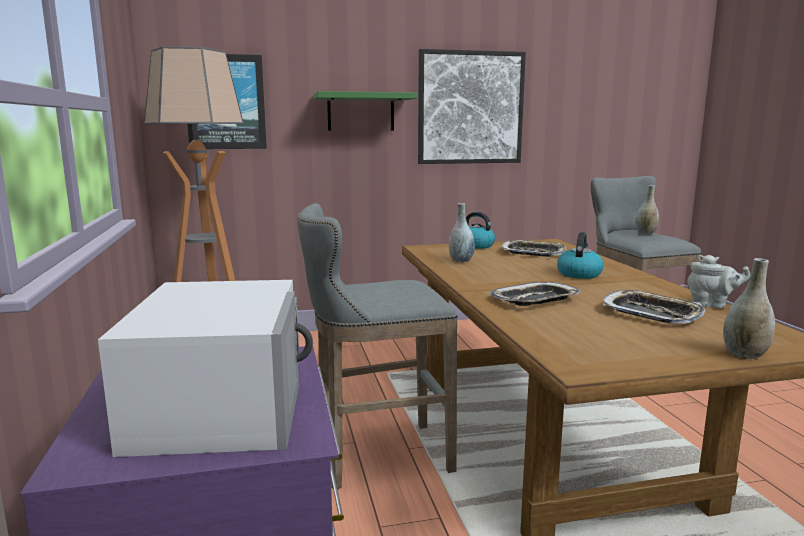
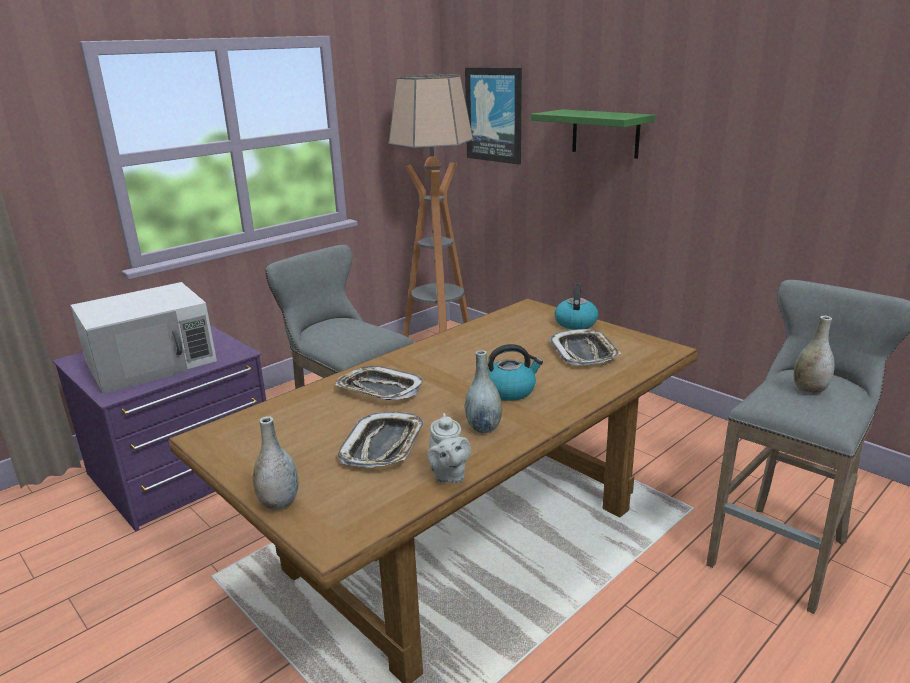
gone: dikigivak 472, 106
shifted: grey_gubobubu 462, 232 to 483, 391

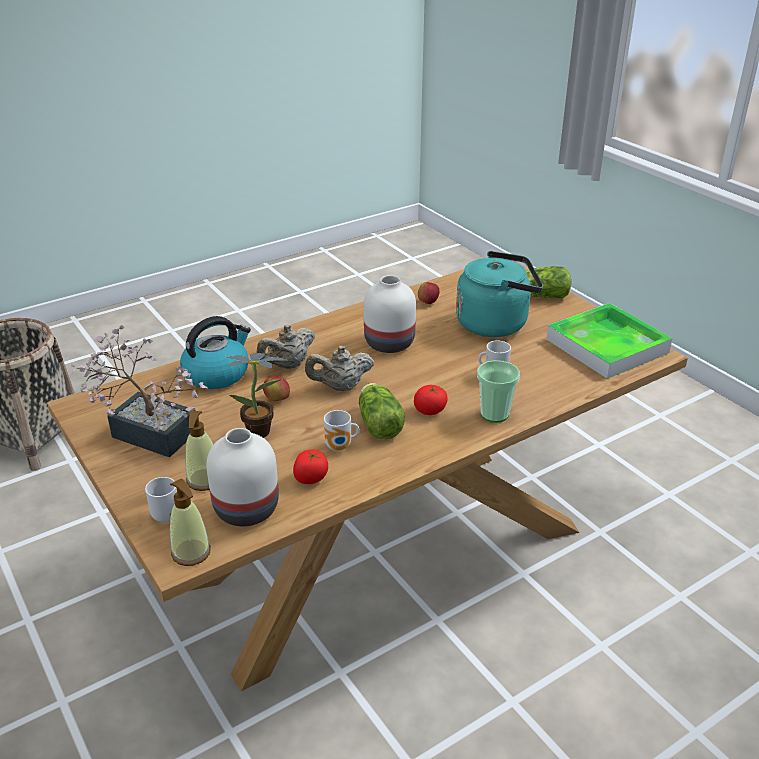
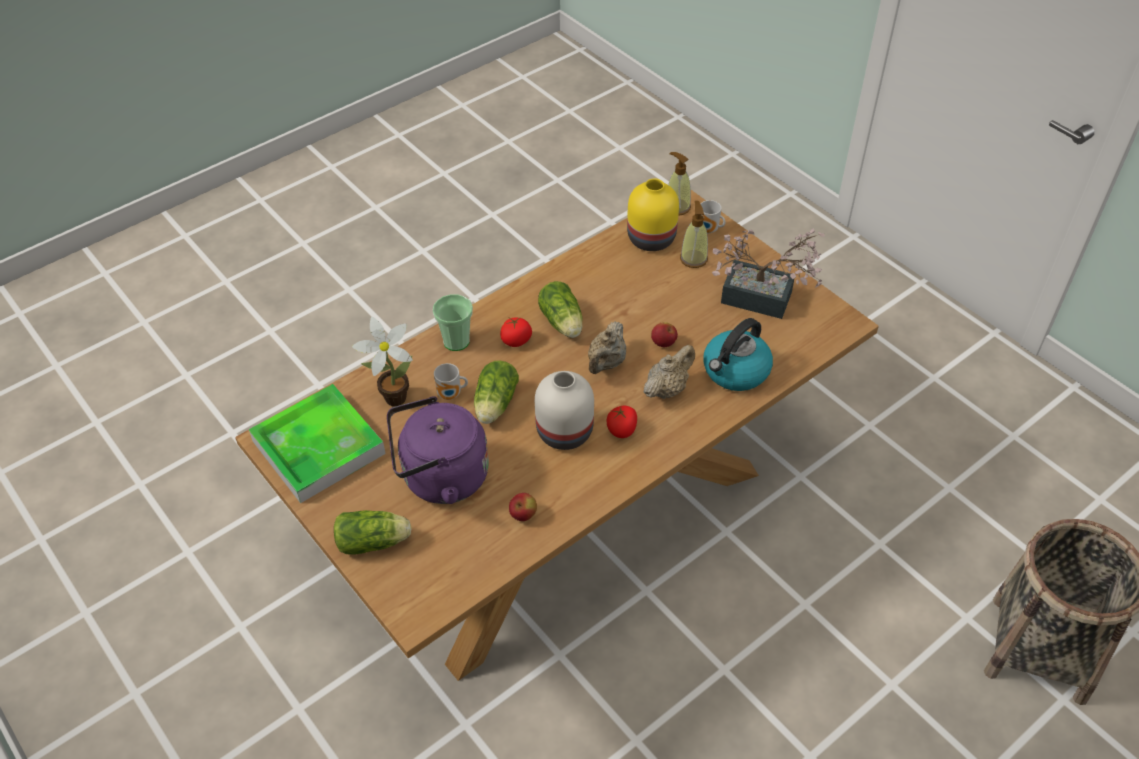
gone: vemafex 342, 430
new: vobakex 496, 392
shifted: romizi 255, 395 to 382, 362; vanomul 310, 466 to 621, 422
repainted: white_gubobubu 243, 477 to yellow_gubobubu 653, 214; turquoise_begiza 499, 294 to purple_begiza 438, 450
rotated: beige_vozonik 339, 368 = 607, 347 135 degrees clockwise

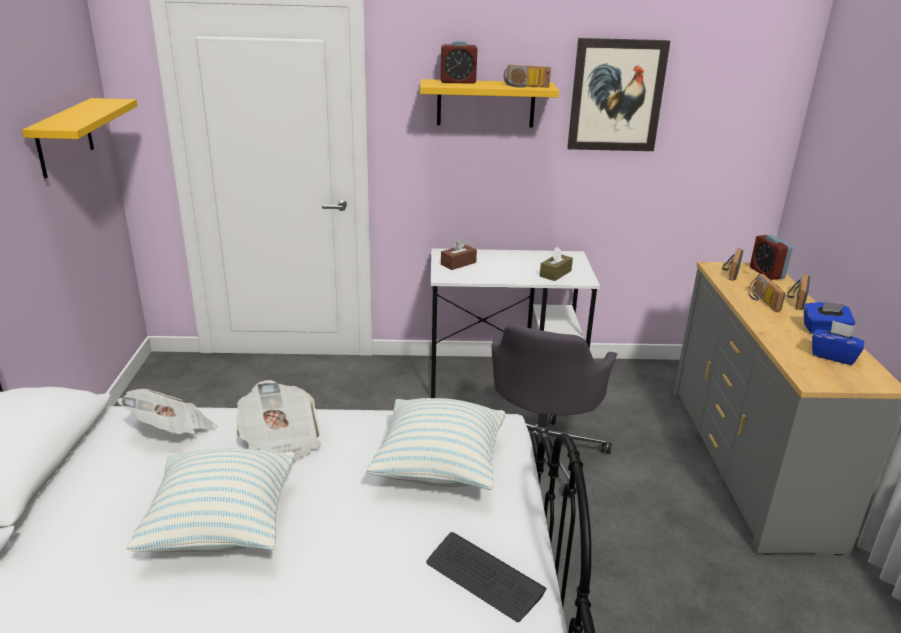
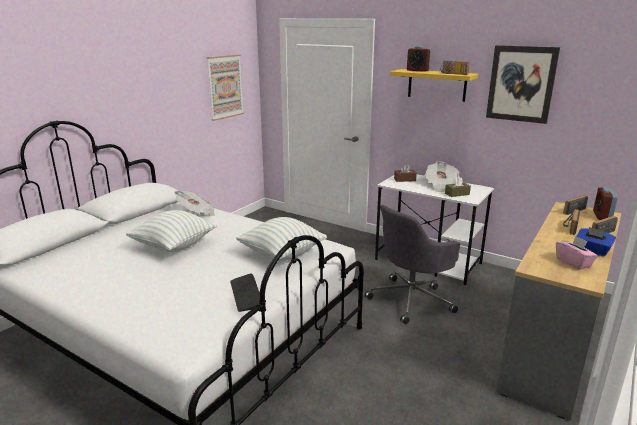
shifted: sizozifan 278, 422 to 442, 176
swapped: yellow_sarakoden 79, 138 to dikigivak 225, 87
repainted: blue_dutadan 838, 342 to pink_dutadan 577, 253

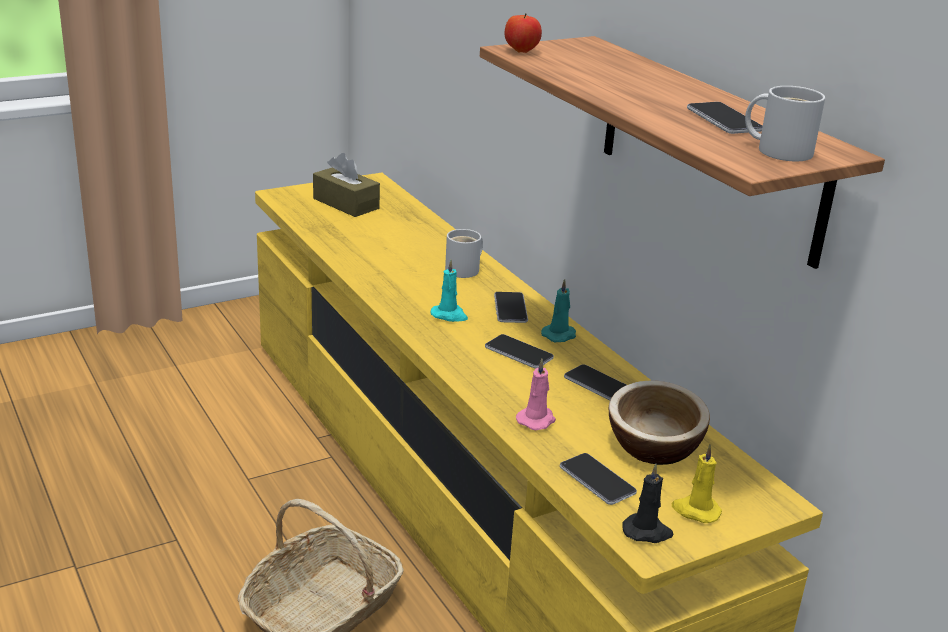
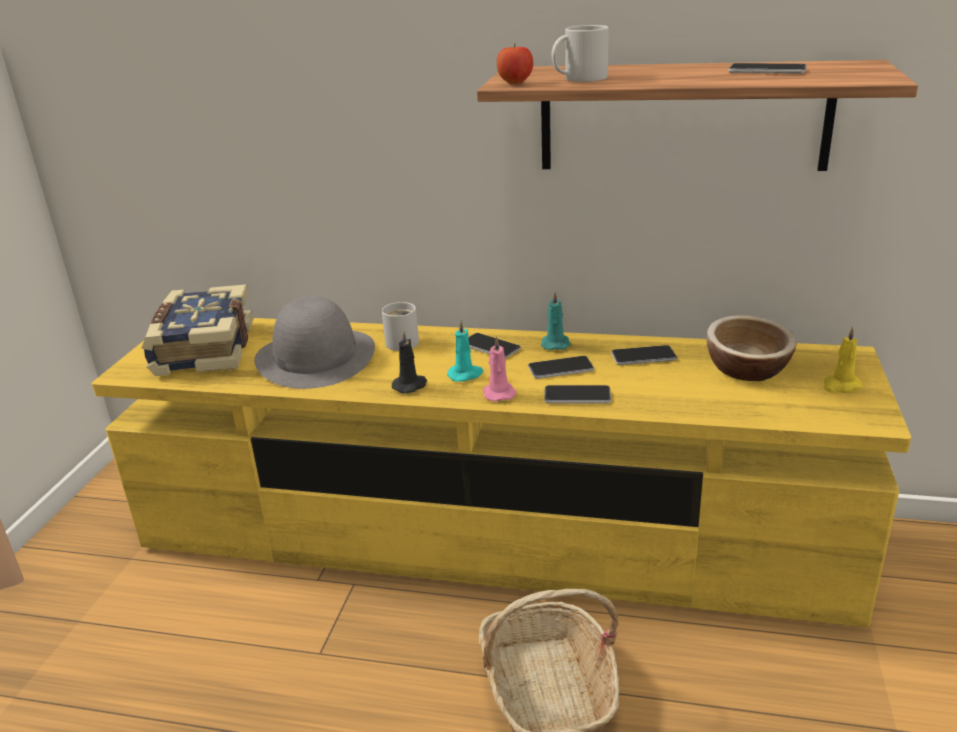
new: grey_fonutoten 314, 342
shifted: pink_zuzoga 536, 394 to 500, 369; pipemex 598, 479 to 577, 394; black_zuzoga 647, 503 to 409, 362; white_vemafex 785, 123 to 580, 53
swapped: brown_dutadan 346, 185 to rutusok 197, 330

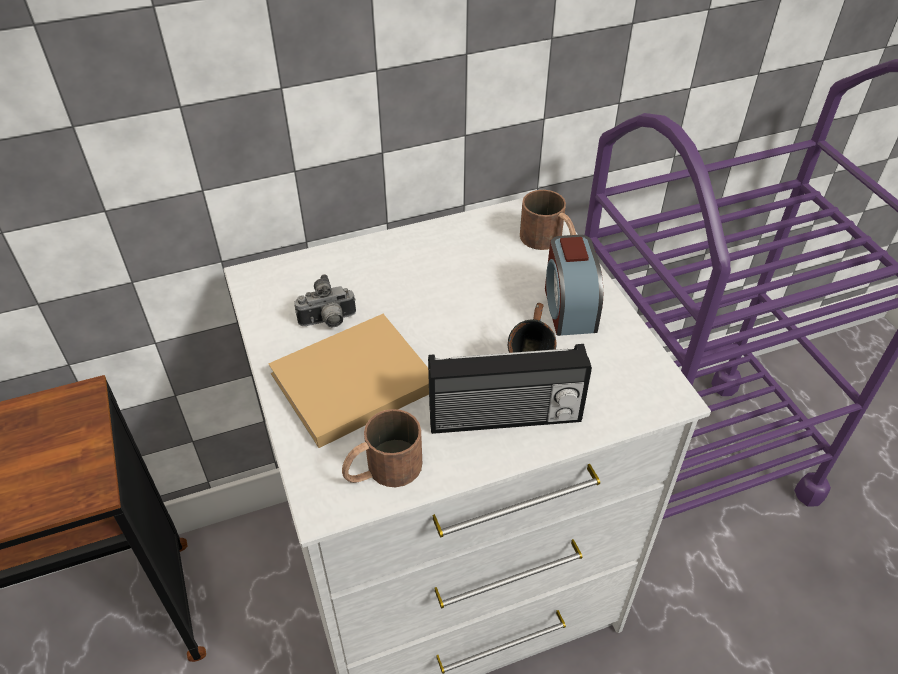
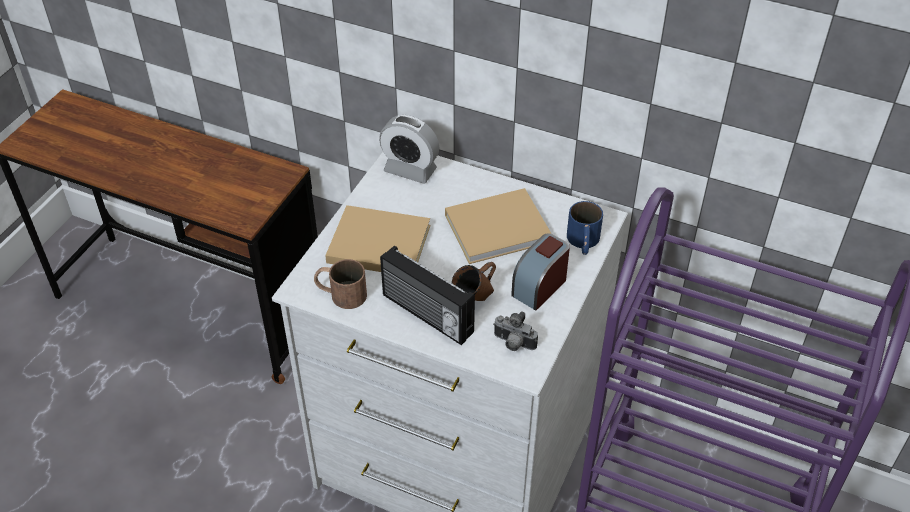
new: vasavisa 409, 149; beige_rutusok 498, 226
shifted: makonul 325, 300 to 515, 331
repainted: brown_vemafex 548, 220 to blue_vemafex 585, 228

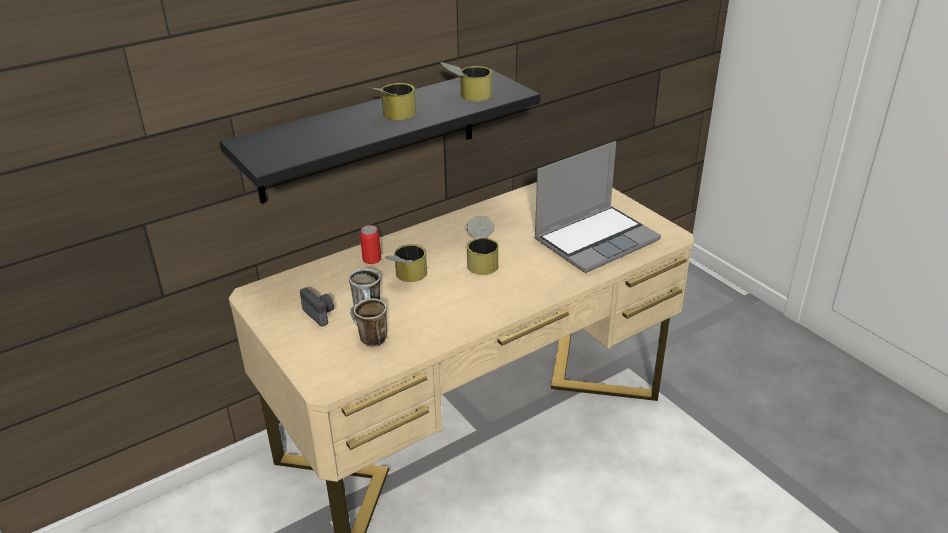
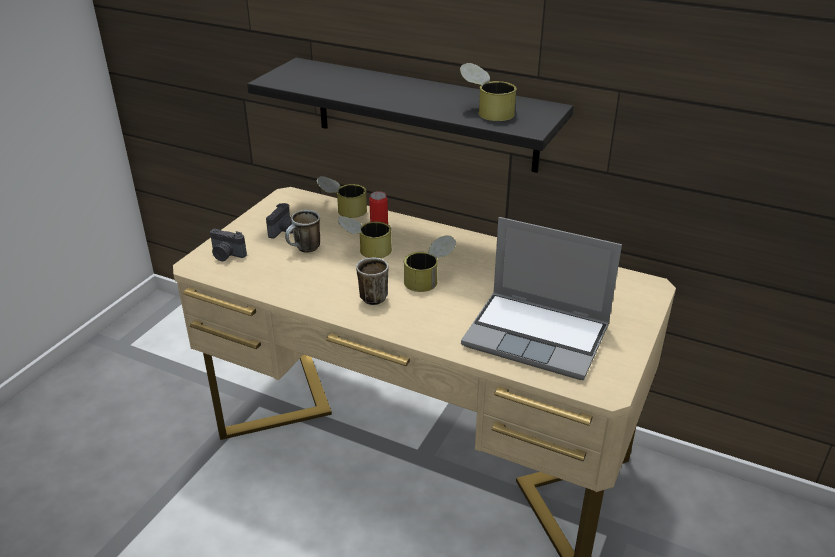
new: makonul 228, 245
shifted: vemafex 368, 322 to 372, 281; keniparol 392, 101 to 341, 197

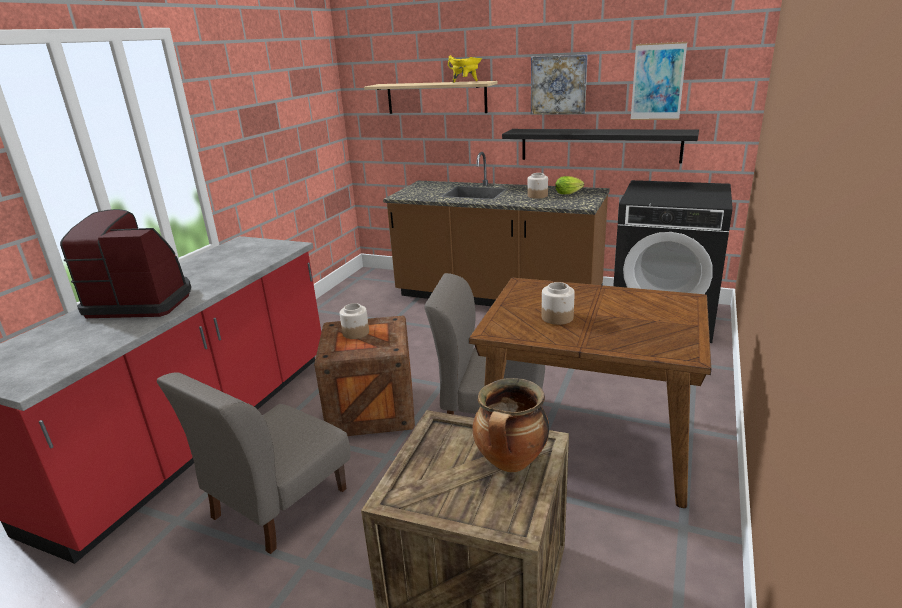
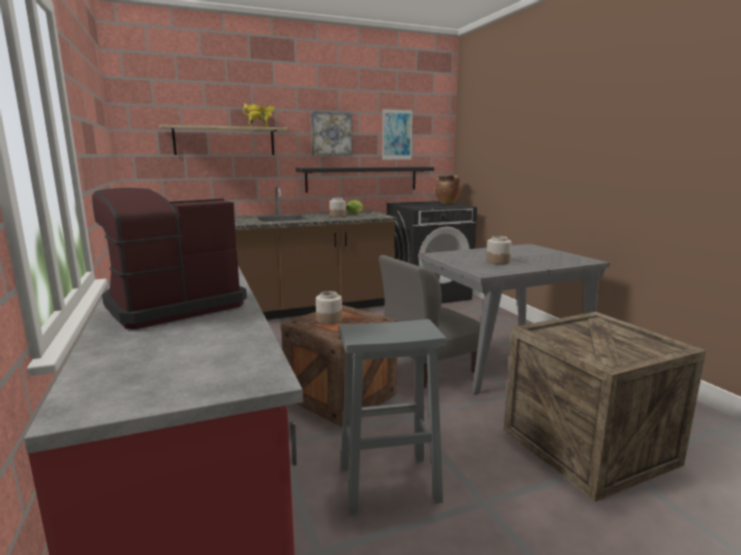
shifted: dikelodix 510, 425 to 448, 189
swapped: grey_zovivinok 254, 463 to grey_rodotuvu 392, 417
repainted: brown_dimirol 590, 393 to grey_dimirol 514, 319

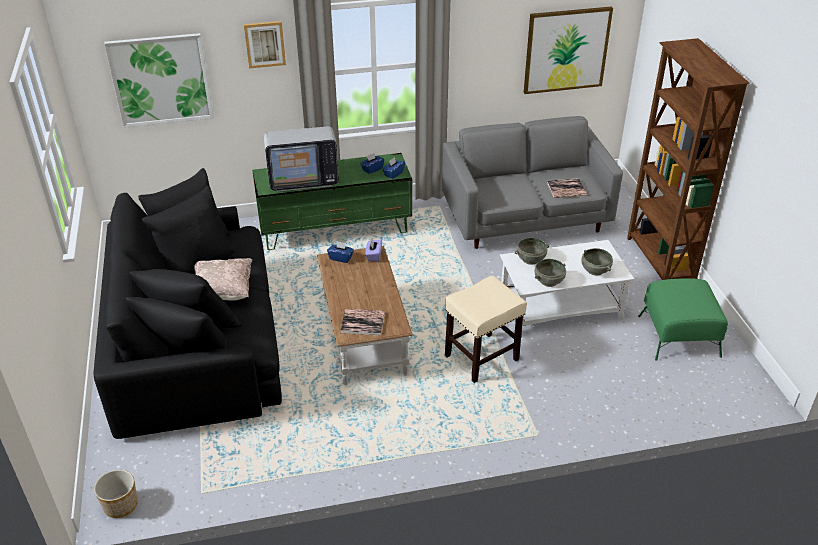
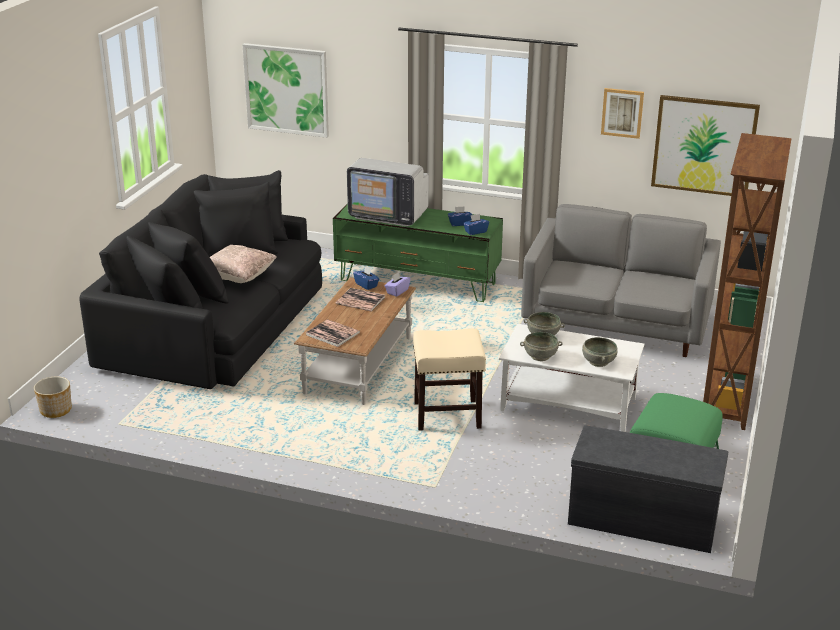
new: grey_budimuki 648, 489
shifted: dikigivak 265, 45 to 622, 113; rutusok 567, 188 to 361, 300

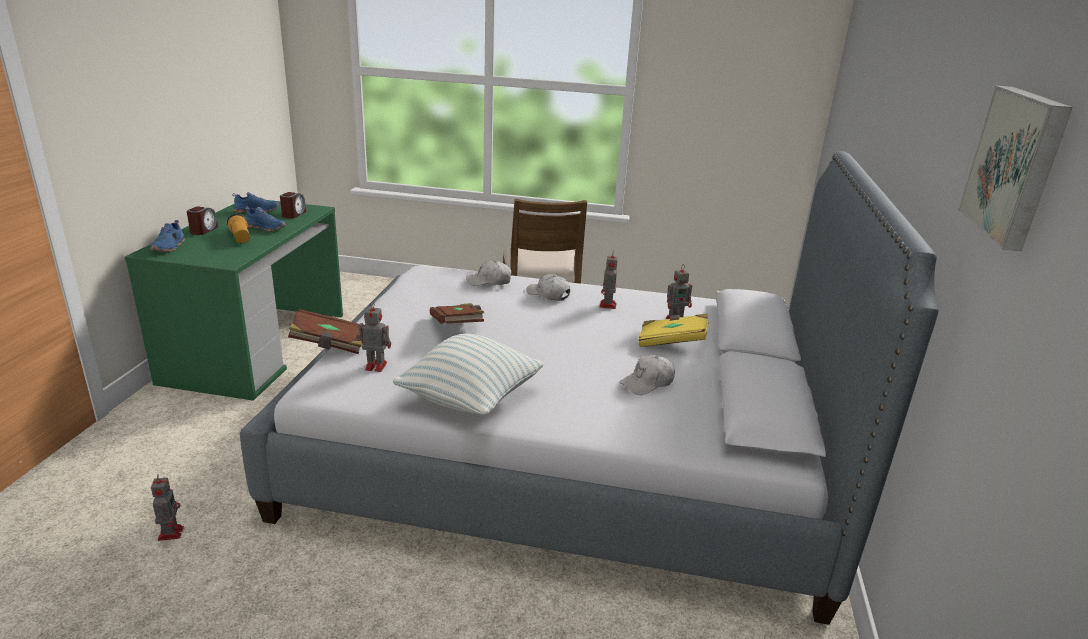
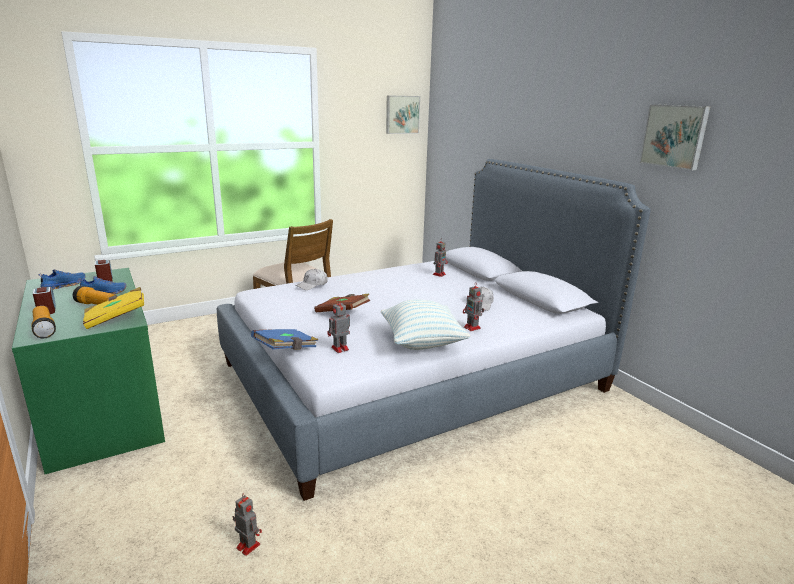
gone: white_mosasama 548, 287
new: dikigivak 403, 114
shifted: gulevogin 608, 282 to 473, 306; yellow_rutusok 673, 330 to 113, 308
swapped: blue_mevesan 167, 236 to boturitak 43, 322
repainted: brown_rutusok 325, 331 to blue_rutusok 284, 339

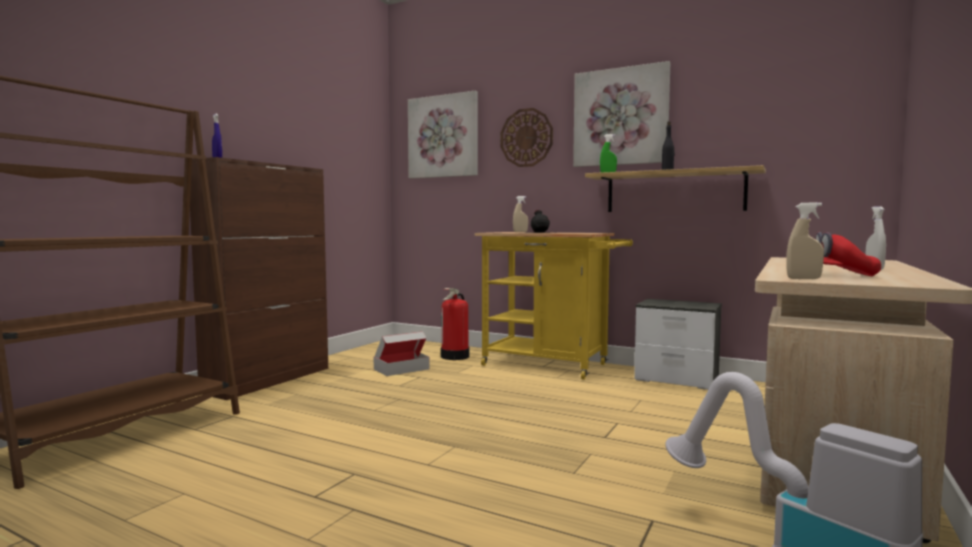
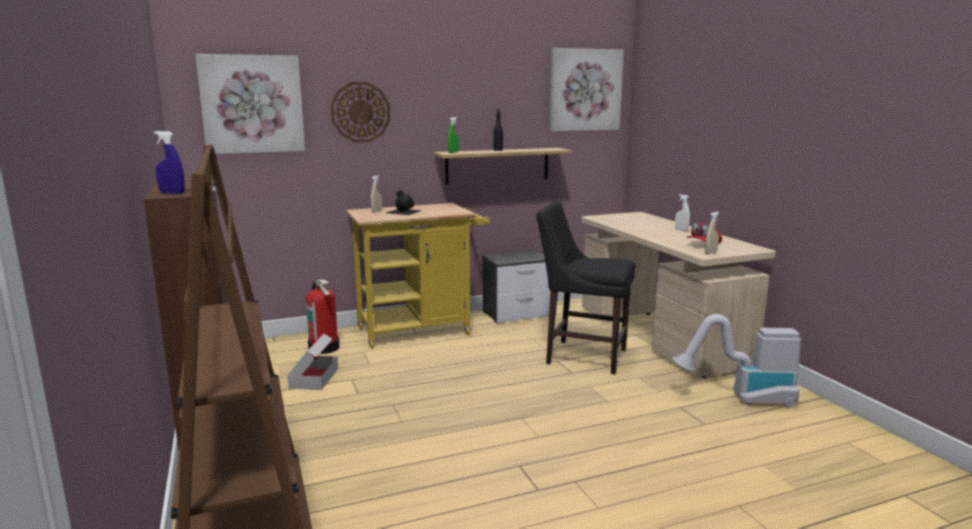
new: black_zovivinok 586, 287
shifted: dikigivak 621, 114 to 586, 89

